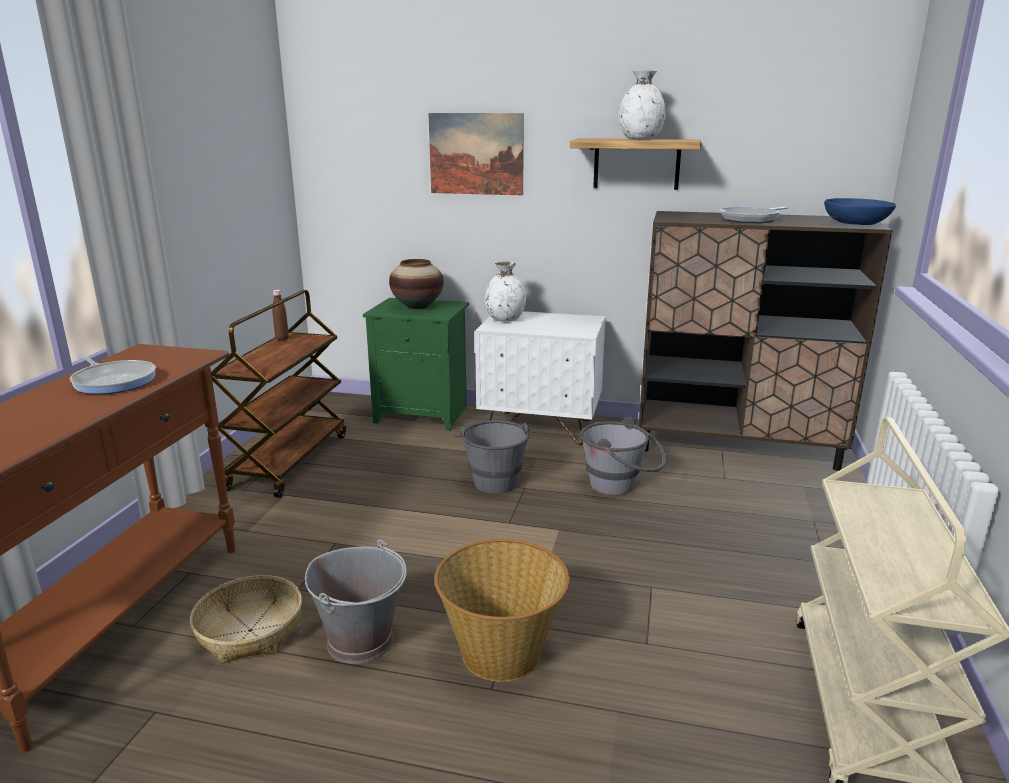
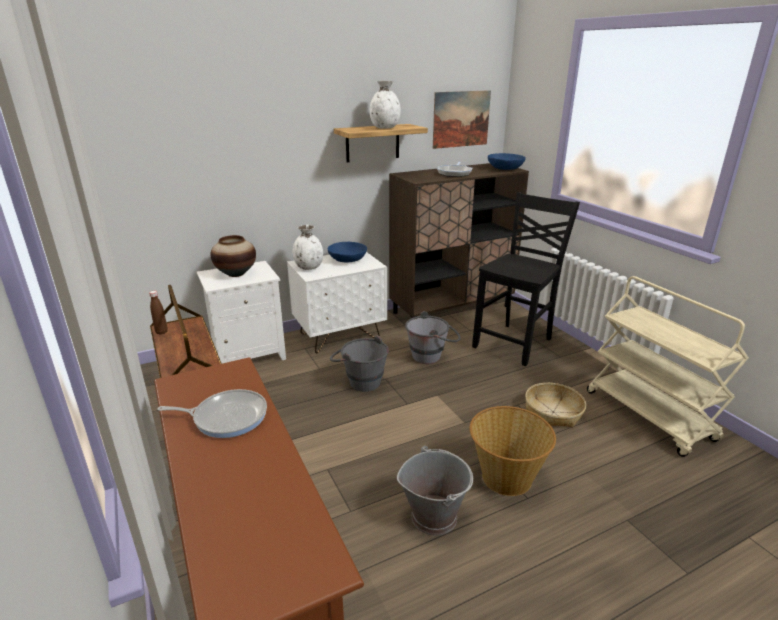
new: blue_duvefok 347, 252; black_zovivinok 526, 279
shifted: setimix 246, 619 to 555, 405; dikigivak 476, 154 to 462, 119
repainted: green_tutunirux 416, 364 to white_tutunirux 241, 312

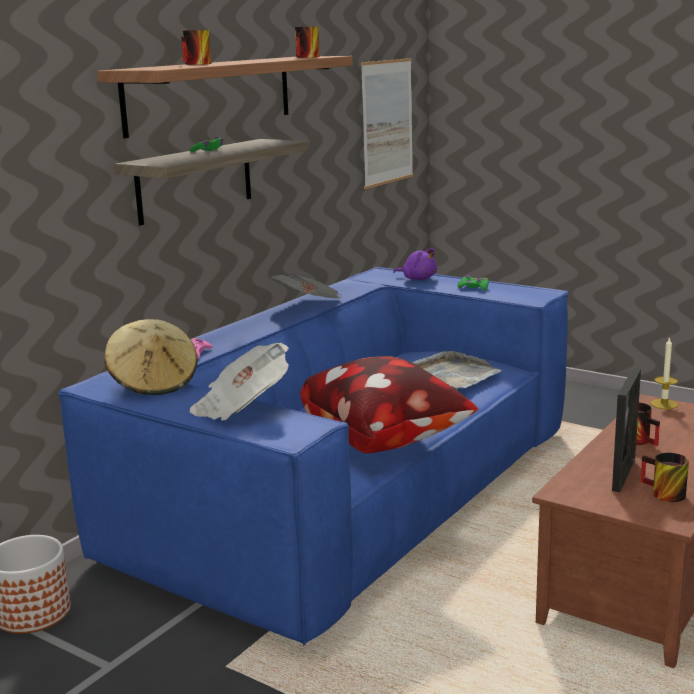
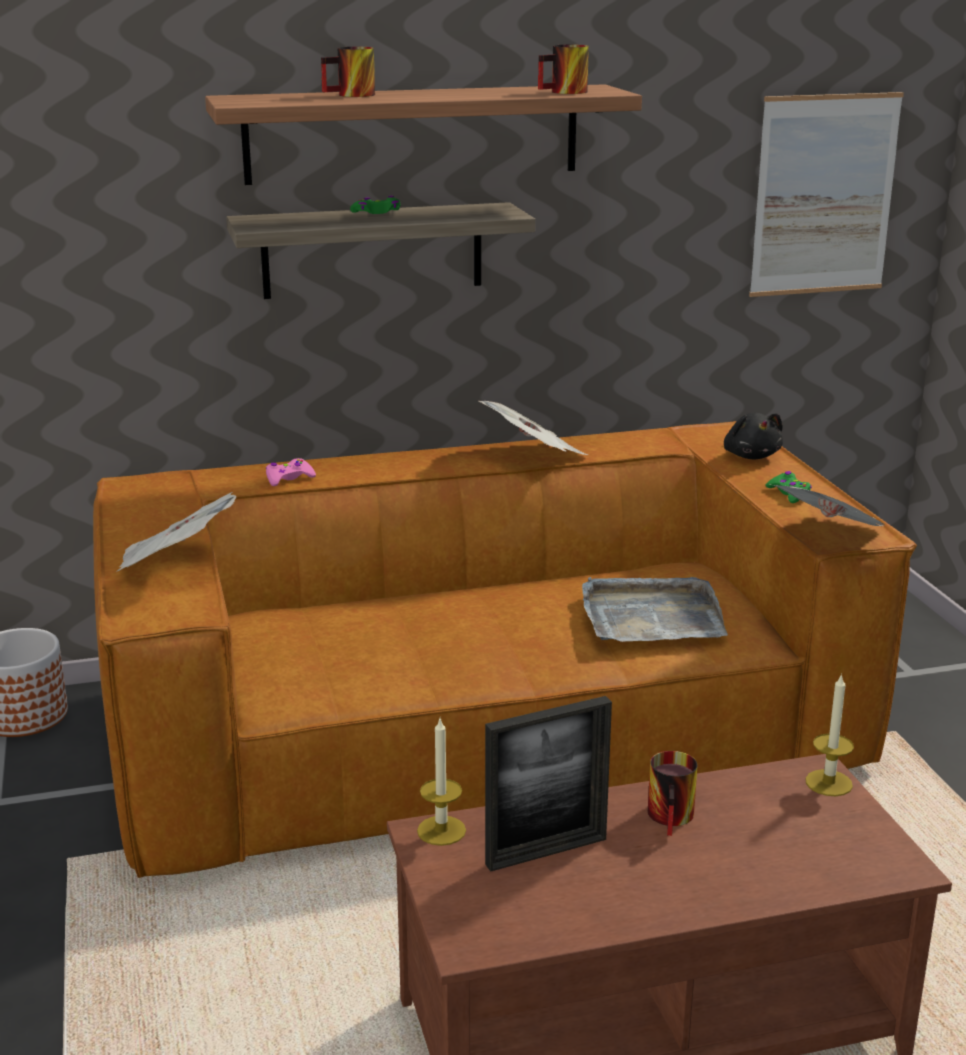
gone: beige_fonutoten 151, 357; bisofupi 389, 404; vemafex 664, 477
new: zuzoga 441, 782; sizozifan 826, 505
repainted: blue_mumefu 313, 456 to brown_mumefu 505, 649; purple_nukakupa 415, 264 to black_nukakupa 753, 435

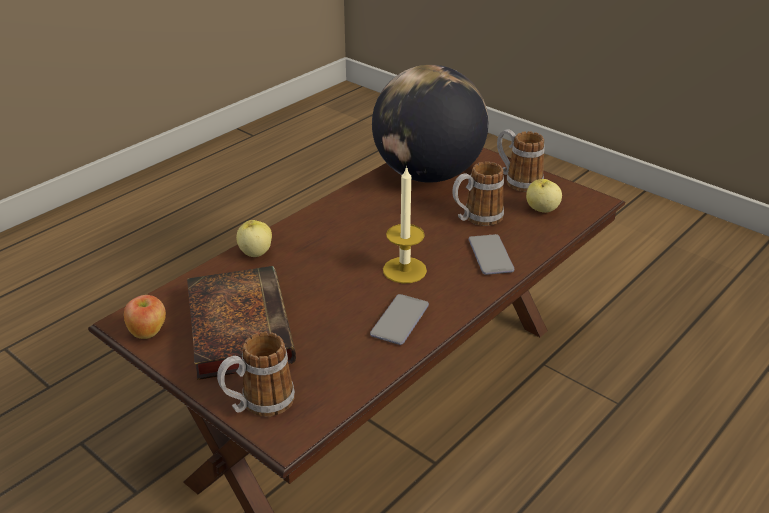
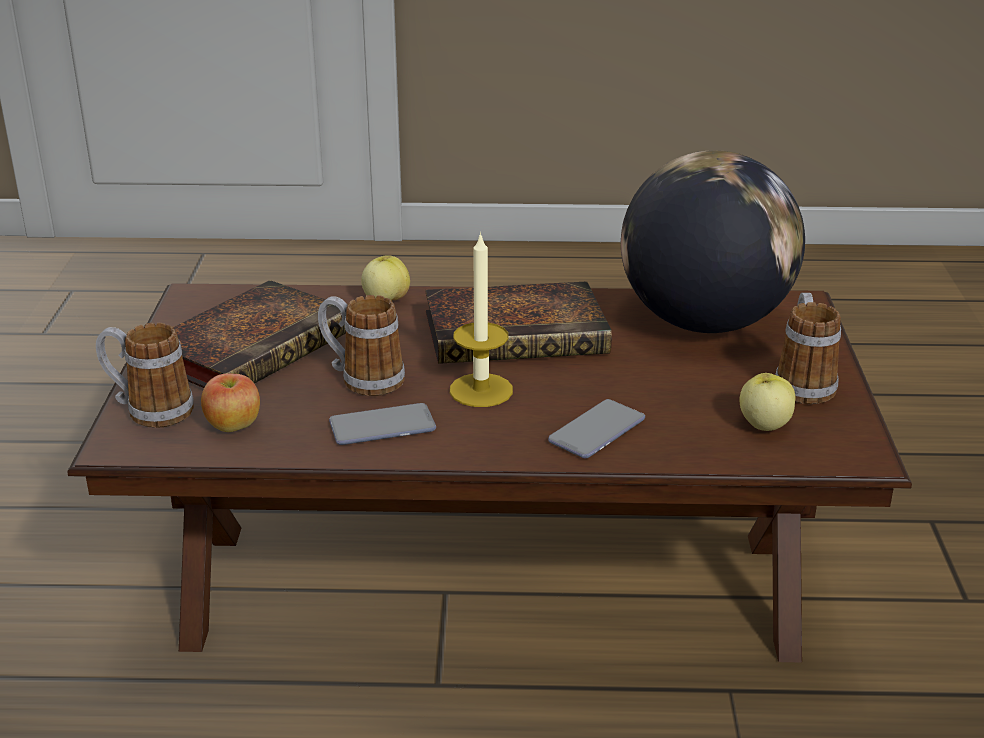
new: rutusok 519, 322
shifted: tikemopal 145, 317 to 230, 403; vemafex 478, 193 to 361, 345

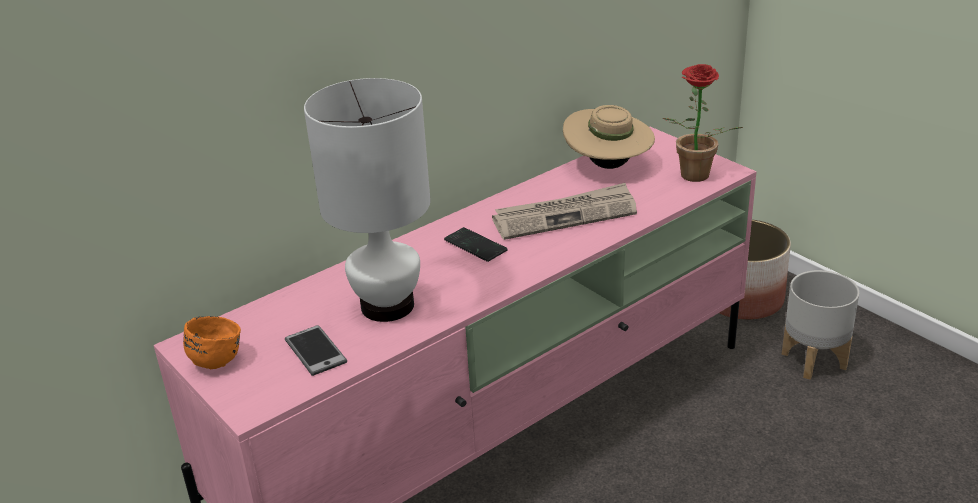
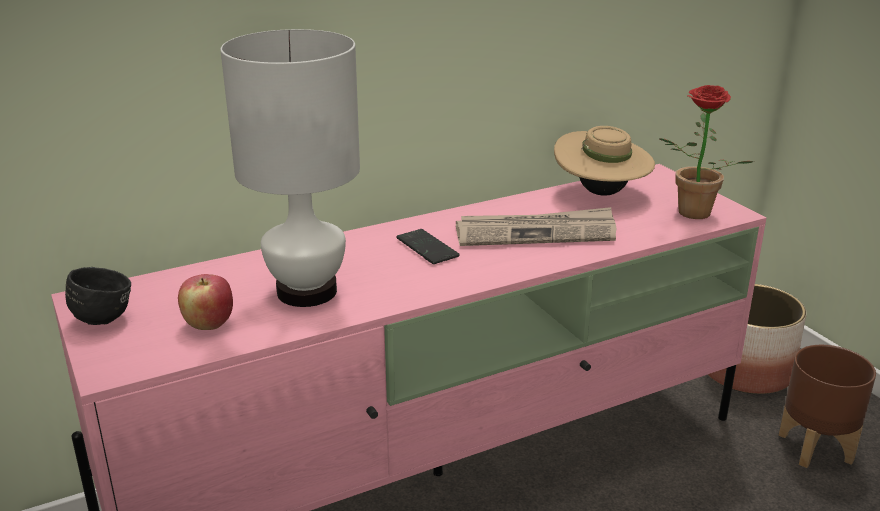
swapped: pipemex 316, 350 to tikemopal 205, 302
repainted: orange_vemafex 212, 342 to black_vemafex 98, 296; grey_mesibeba 820, 325 to brown_mesibeba 827, 406

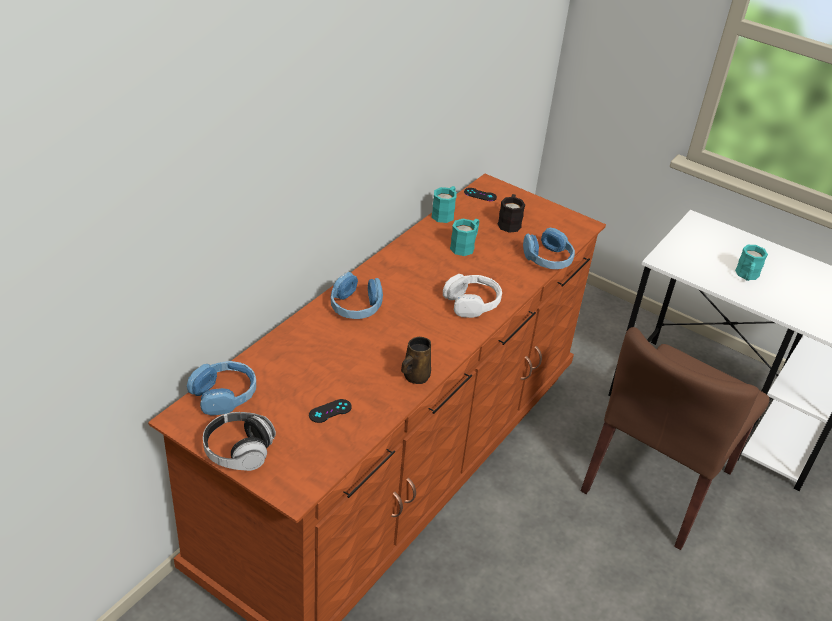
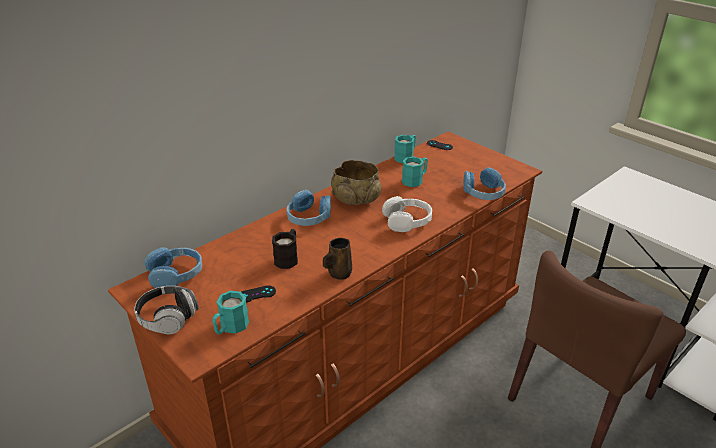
new: beige_duvefok 356, 182
shifted: black_vemafex 511, 213 to 285, 249; turquoise_vemafex 751, 263 to 230, 312

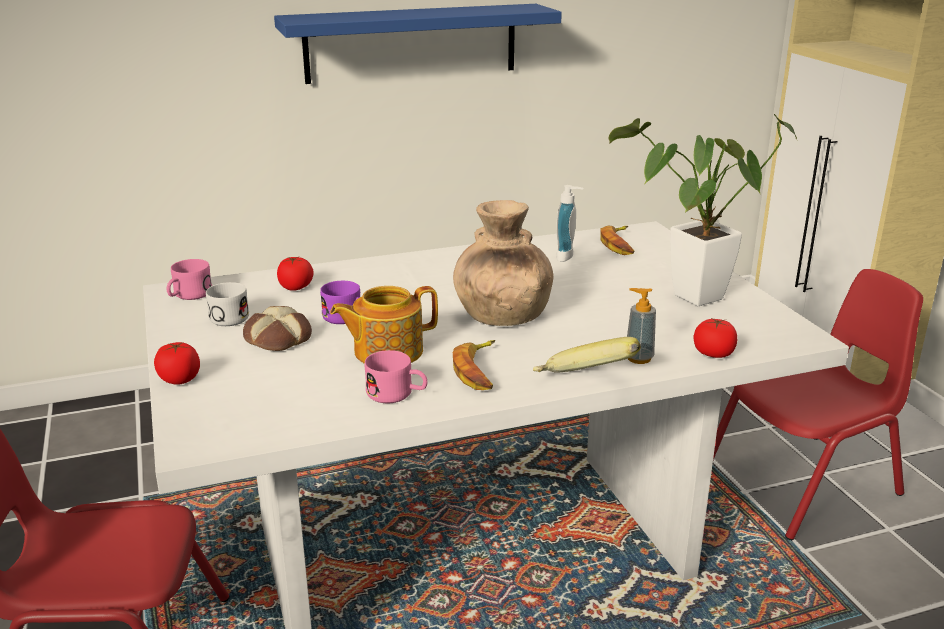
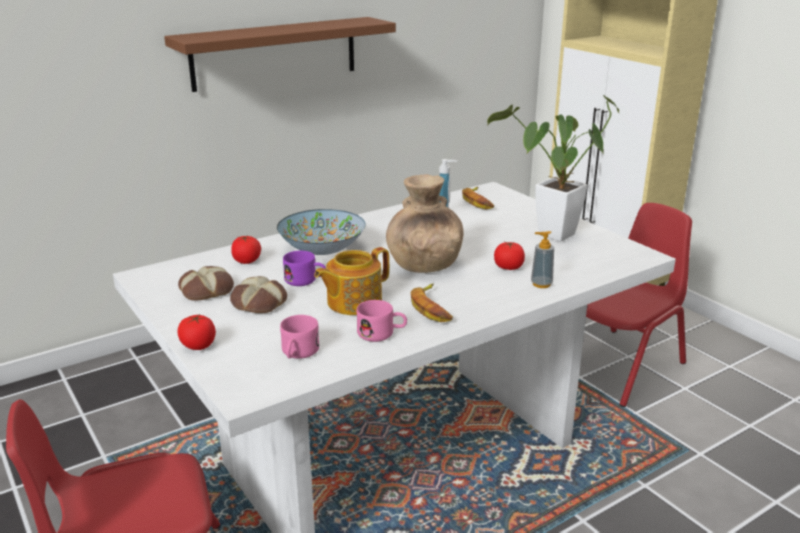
gone: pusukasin 587, 355
new: duvefok 321, 232
shifted: pink_vemafex 189, 279 to 299, 337; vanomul 715, 338 to 509, 256
swapped: white_vemafex 227, 304 to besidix 206, 283
repainted: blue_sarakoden 418, 44 to brown_sarakoden 280, 54

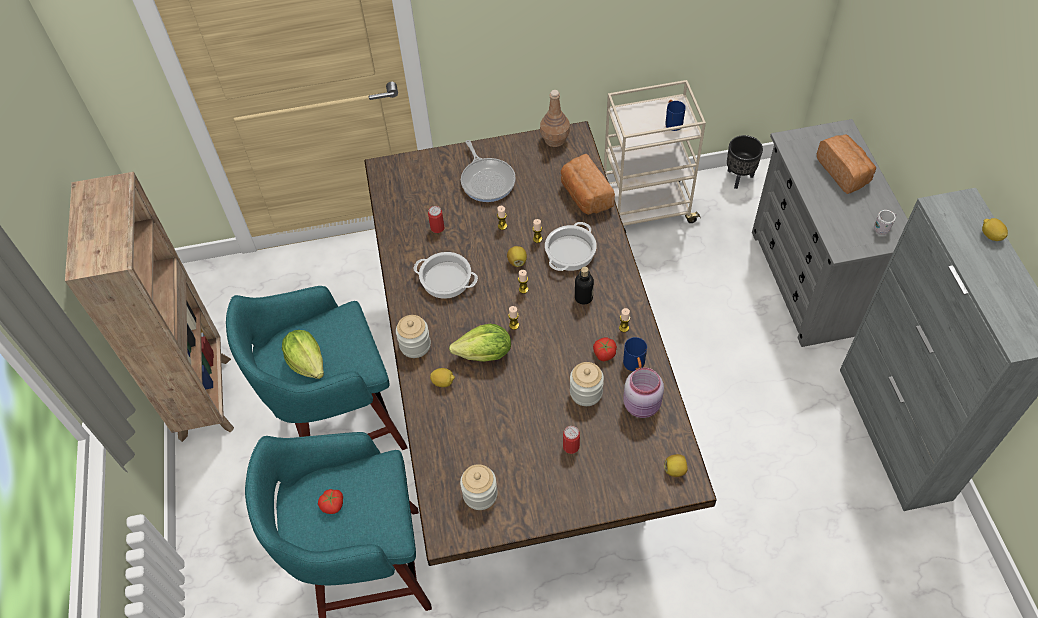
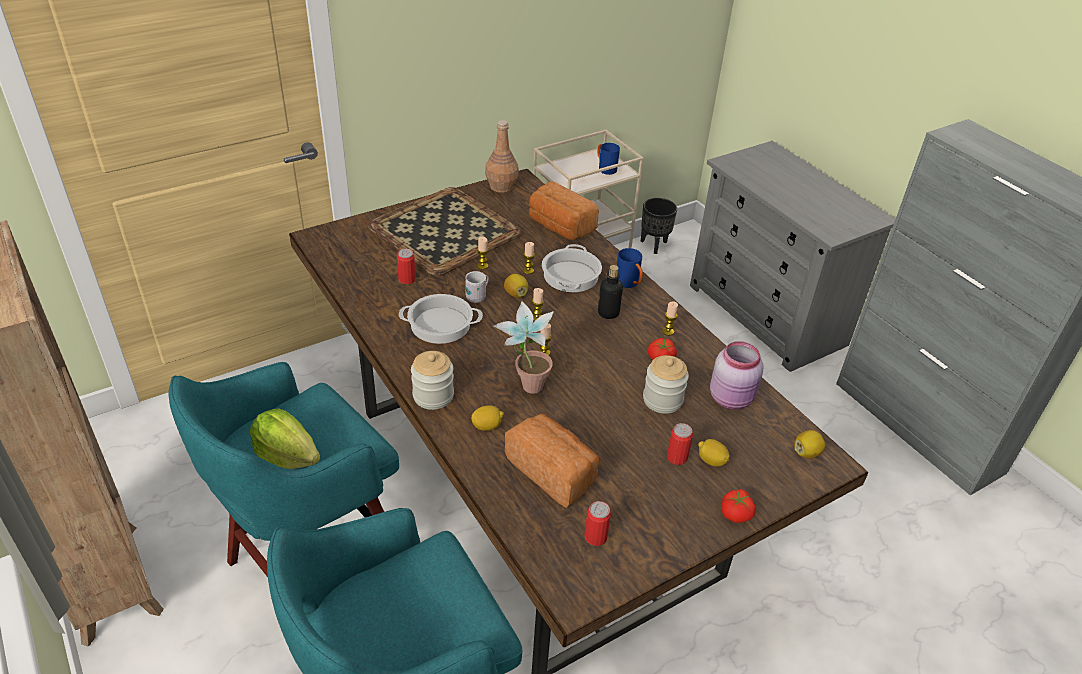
shifted: vanomul 330, 501 to 738, 506; blue_vemafex 635, 354 to 630, 268; besidix 846, 164 to 552, 460; white_vemafex 885, 222 to 477, 287; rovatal 995, 229 to 714, 452
swapped: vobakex 480, 343 to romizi 523, 347; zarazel 479, 487 to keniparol 597, 523; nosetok 488, 171 to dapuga 444, 231

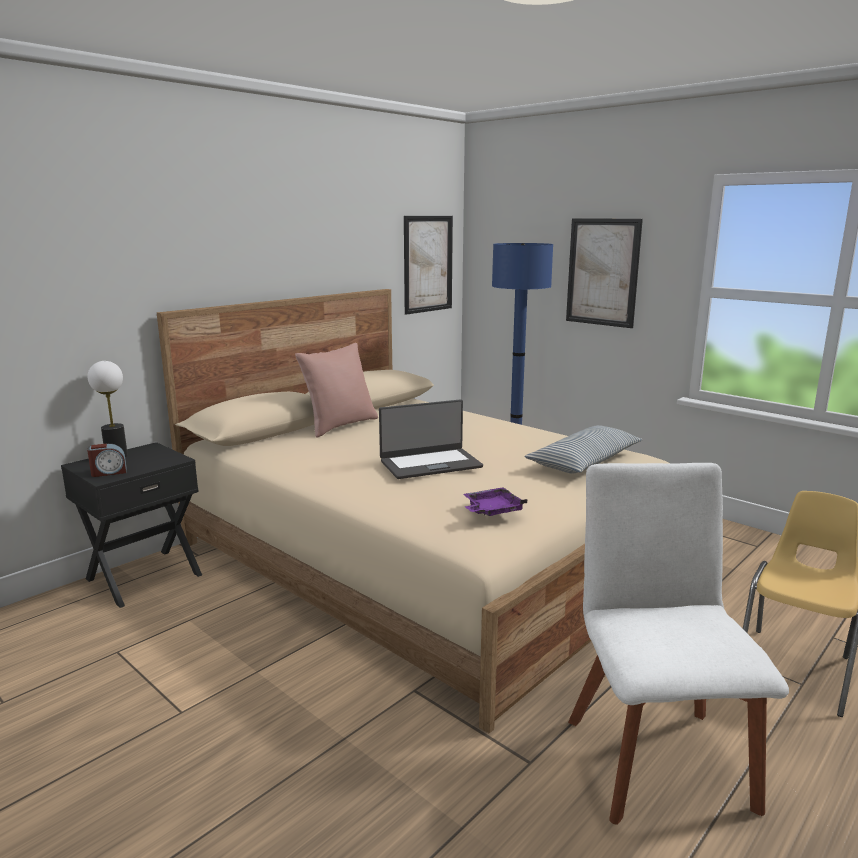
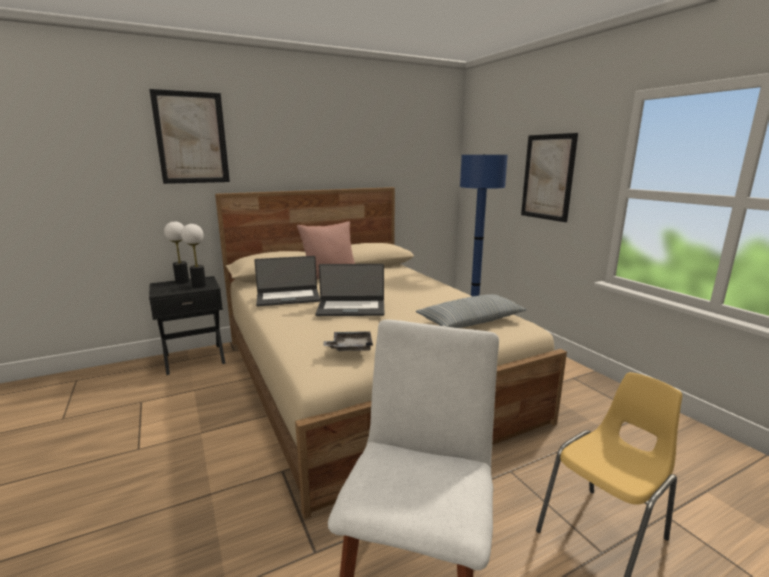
gone: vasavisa 107, 460
new: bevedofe 193, 256; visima 287, 281
shifted: dikigivak 428, 265 to 189, 136
repainted: purple_dapuga 495, 501 to grey_dapuga 348, 341

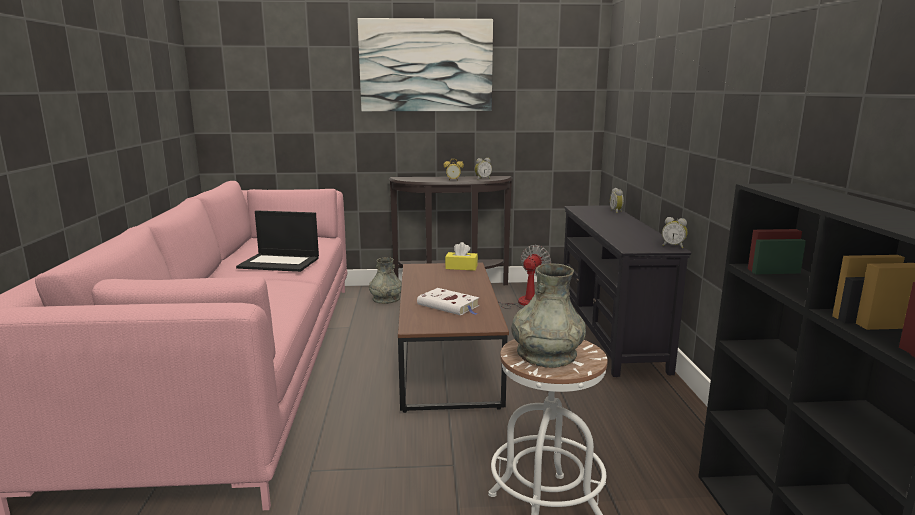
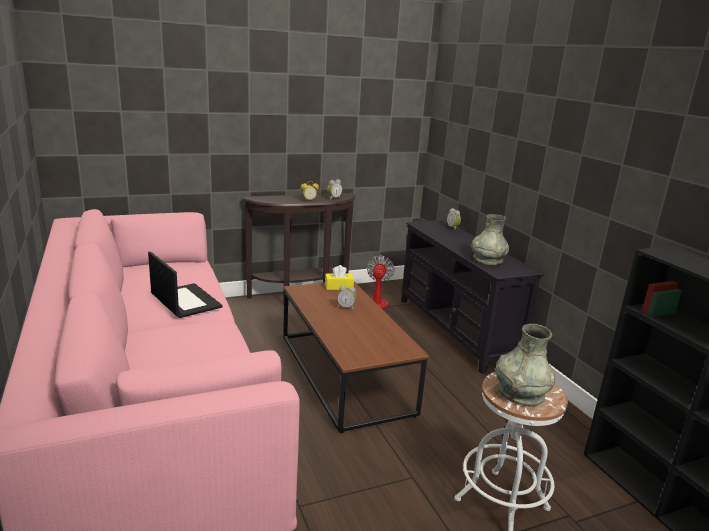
gone: dikigivak 425, 64; white_rutusok 448, 301
shifted: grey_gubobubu 385, 280 to 490, 239; vasavisa 675, 232 to 347, 297
rotated: visima 277, 241 = 185, 284 120 degrees counterclockwise

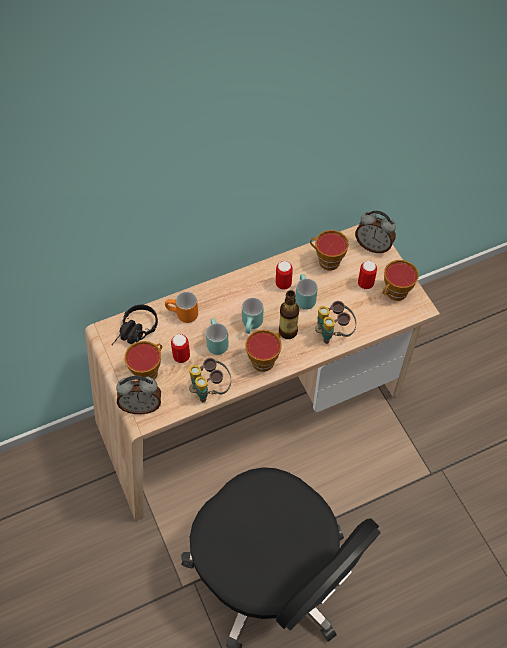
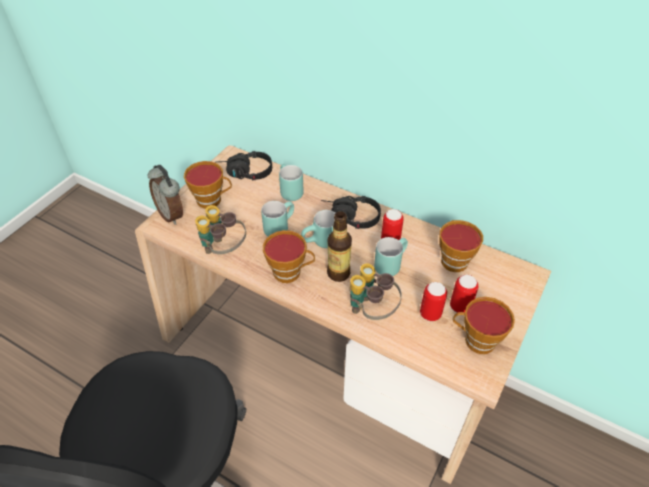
gone: vasavisa 375, 231
new: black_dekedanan 351, 212
shifted: keniparol 180, 348 to 433, 301
repainted: orange_vemafex 181, 307 to turquoise_vemafex 291, 182

